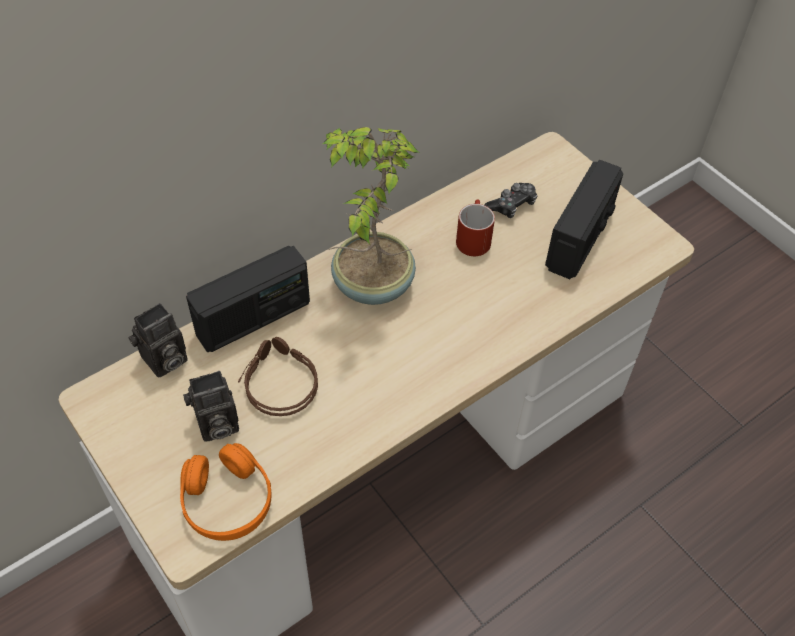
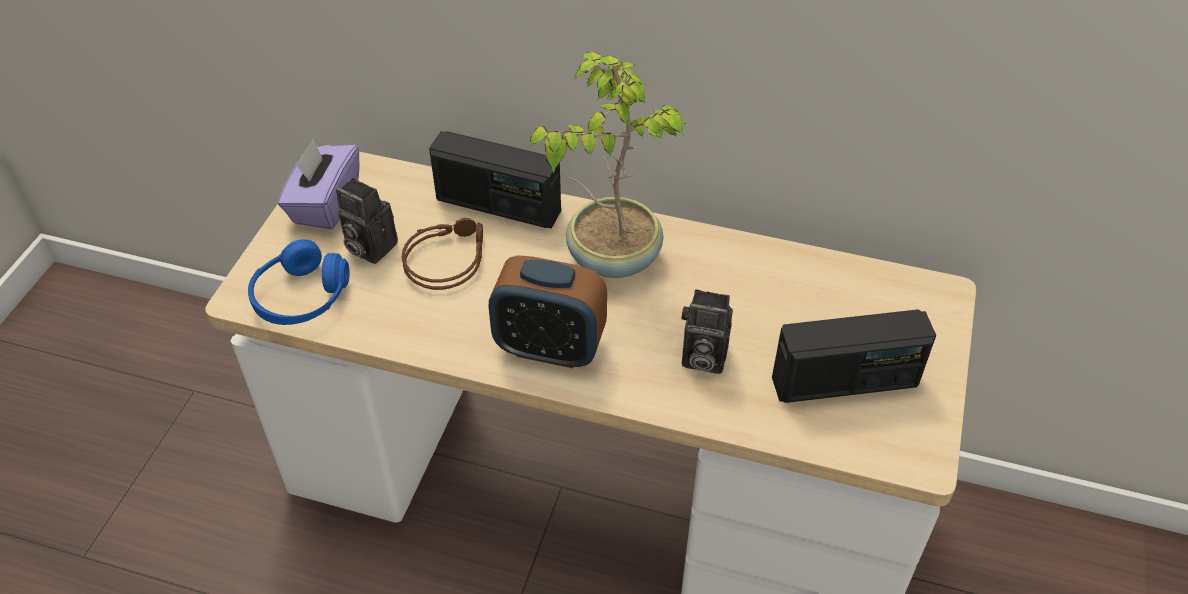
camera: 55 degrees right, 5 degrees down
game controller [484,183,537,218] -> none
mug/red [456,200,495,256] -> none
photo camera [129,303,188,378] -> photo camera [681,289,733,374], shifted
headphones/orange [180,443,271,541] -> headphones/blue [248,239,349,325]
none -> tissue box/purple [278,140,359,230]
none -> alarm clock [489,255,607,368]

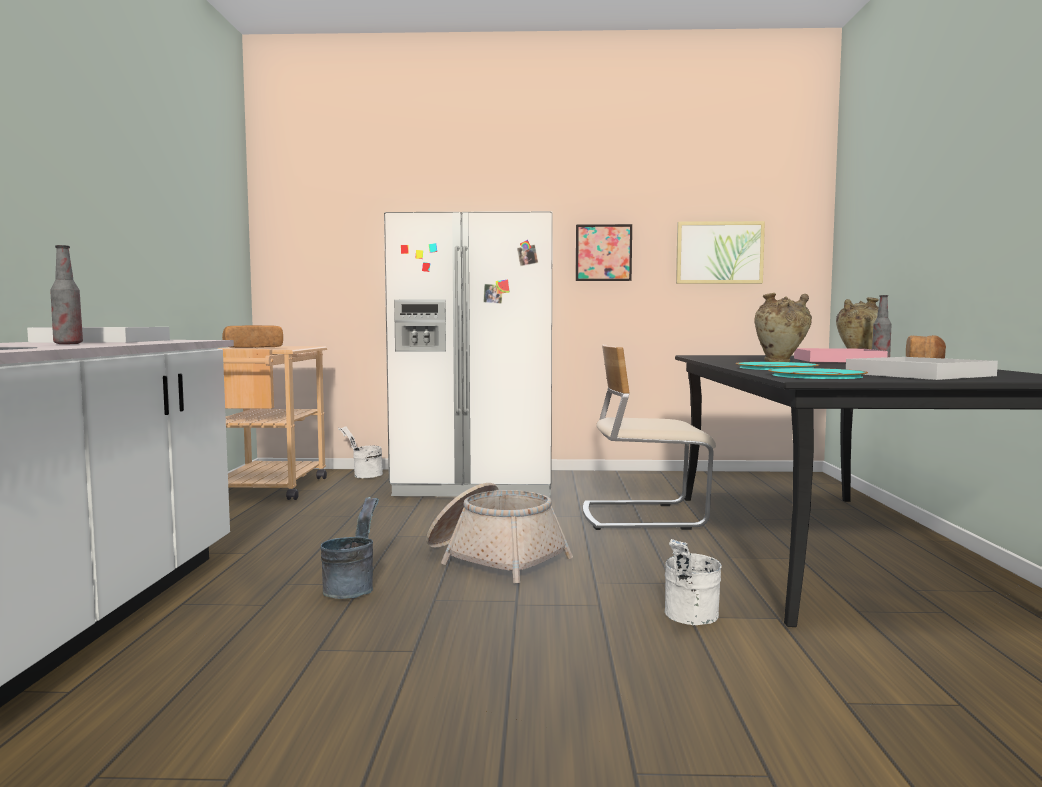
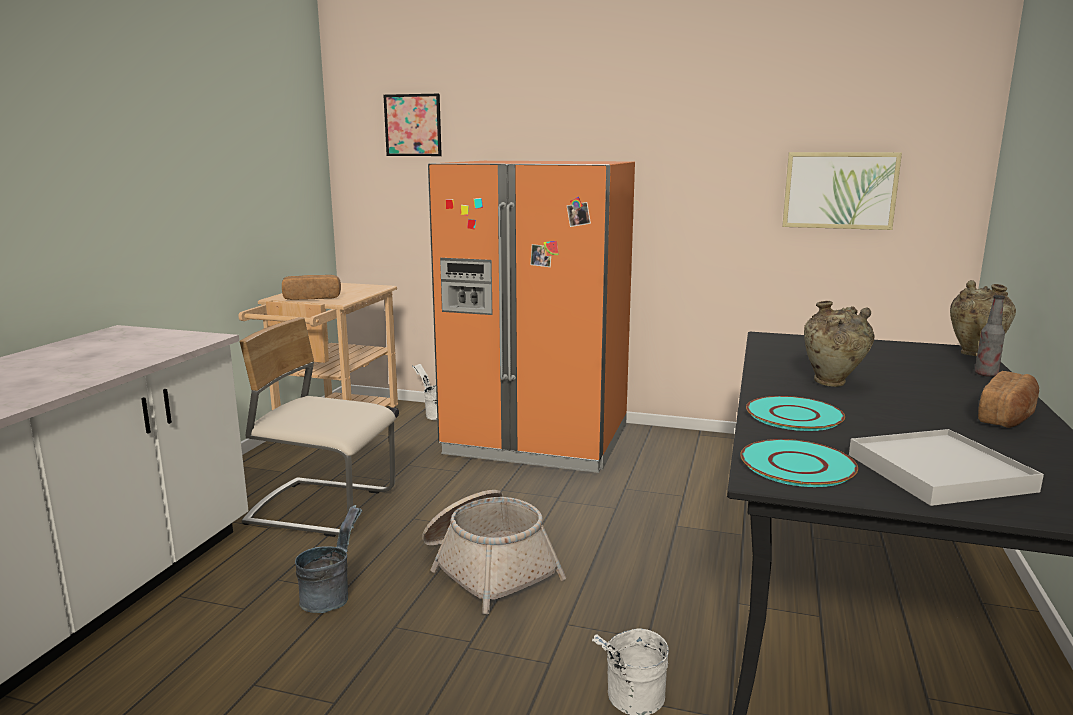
camera: 15 degrees right, 10 degrees up
fridge/white [384,211,553,497] -> fridge/orange [428,161,635,473]
picture [576,224,632,281] -> picture [384,94,442,156], shifted
bottle [50,245,83,344] -> none
tray/white [27,327,170,343] -> none
chair/beige [583,344,716,530] -> chair/beige [240,317,396,537], shifted
tray/pink [794,348,888,362] -> none

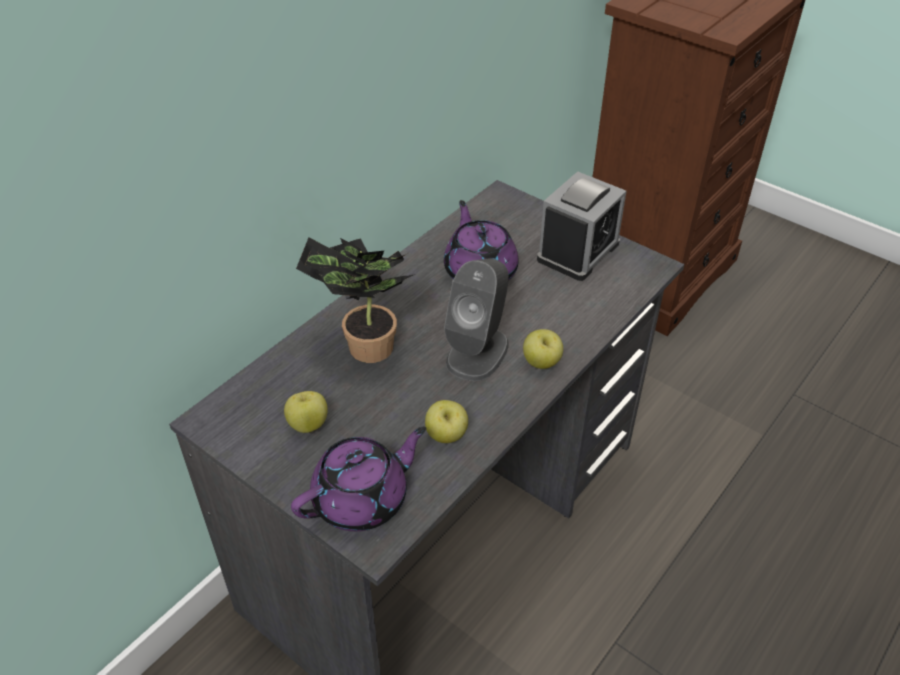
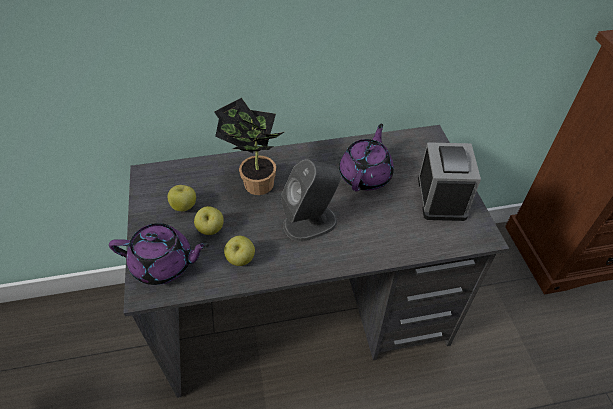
camera: 40 degrees right, 5 degrees up
alarm clock [537,171,626,281] -> alarm clock [418,142,481,221], 75 degrees counterclockwise
apple [523,329,563,369] -> apple [194,206,224,235], shifted

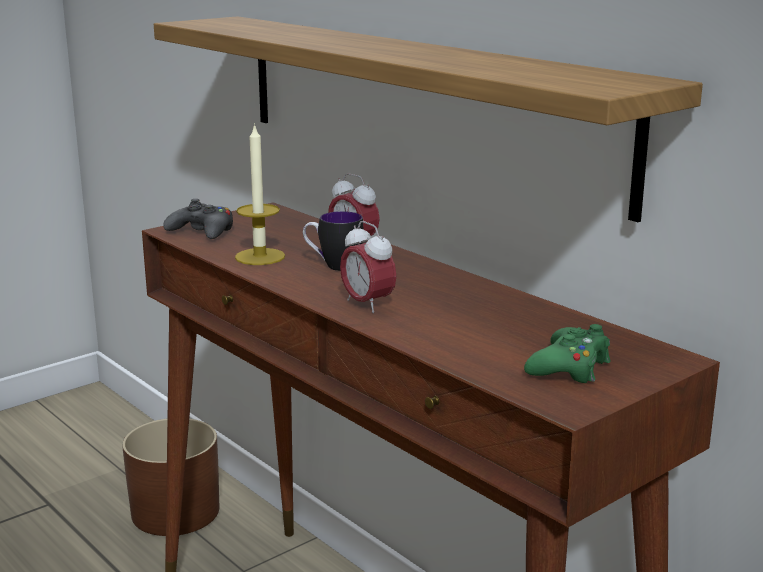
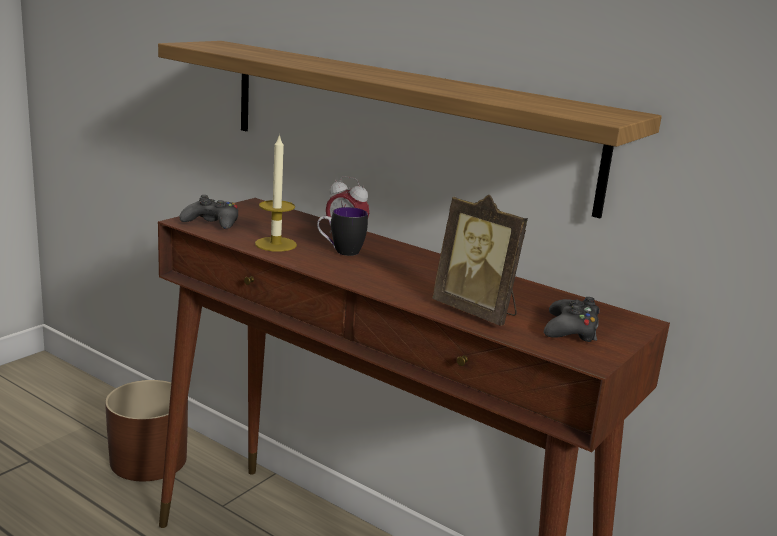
camera: 15 degrees left, 0 degrees up
alarm clock [340,221,396,313] -> none
game controller/green [524,324,611,383] -> game controller/black [544,297,600,342]
none -> picture frame [432,195,528,326]

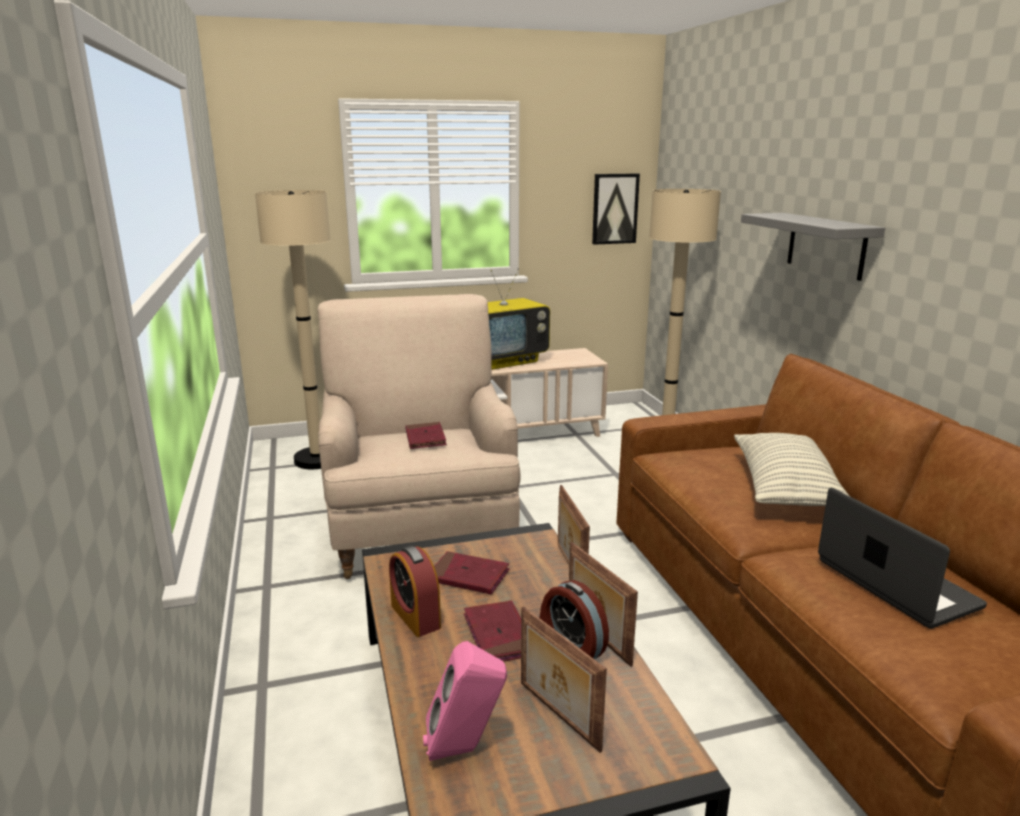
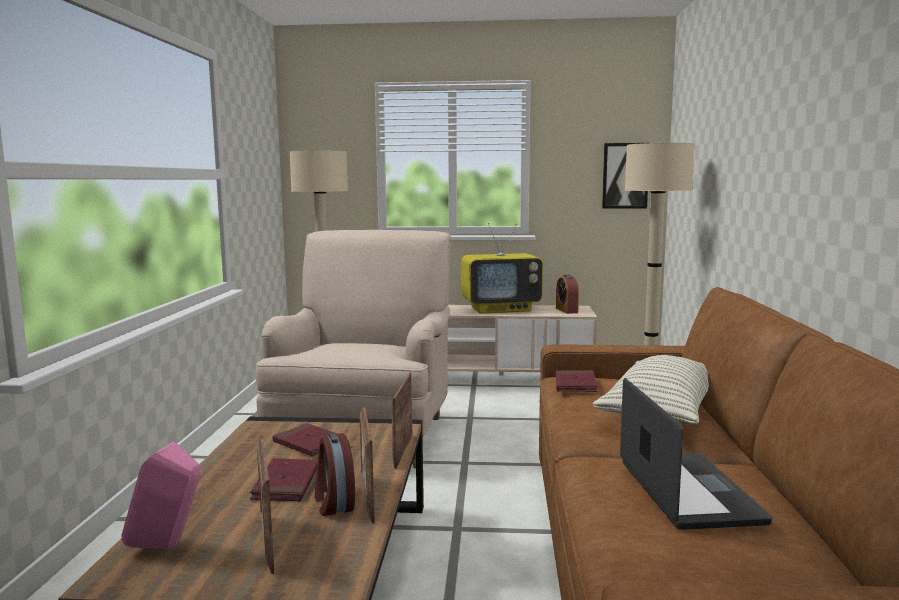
camera: 20 degrees right, 10 degrees down
shelf/grey [741,213,885,281] -> none
book/red [405,422,447,449] -> book/red [556,370,597,392], shifted
alarm clock [389,546,441,637] -> alarm clock [556,274,579,314], shifted

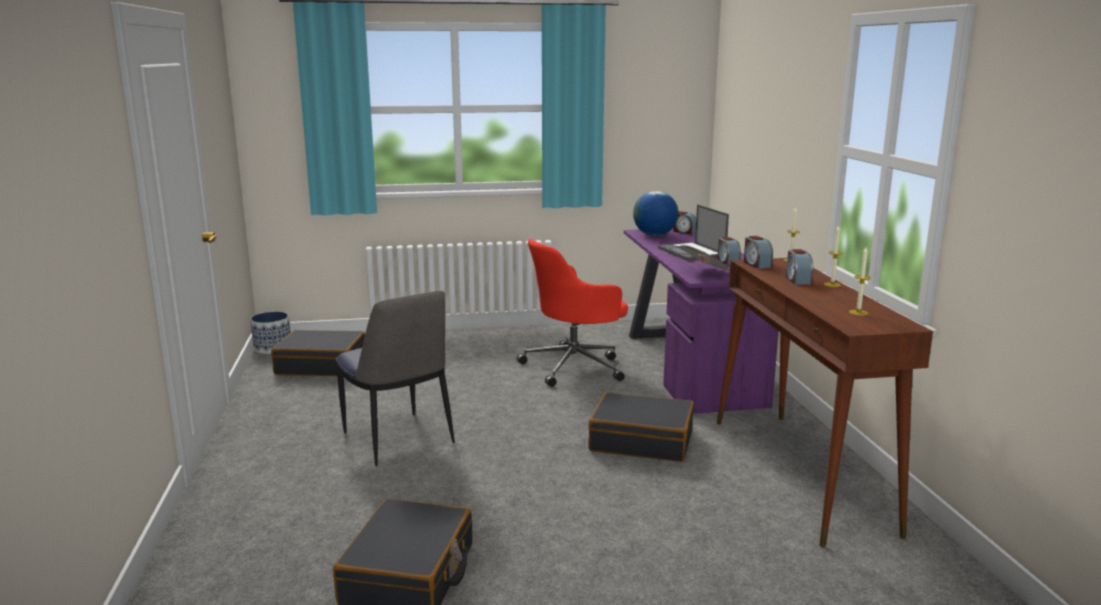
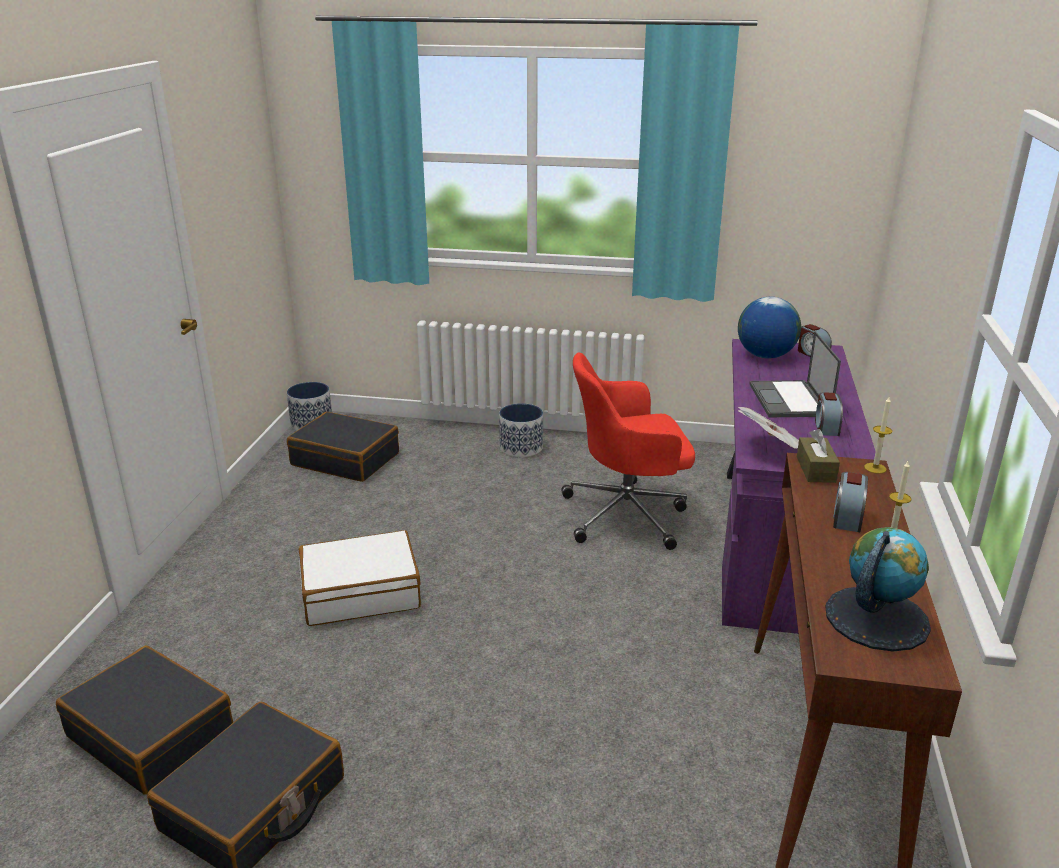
camera: 20 degrees right, 10 degrees up
alarm clock [744,236,773,269] -> tissue box/brown [797,429,840,483]
candle [849,248,871,316] -> globe [825,527,931,652]
chair [336,291,455,466] -> suitcase/white [299,530,421,626]
suitcase/black [588,392,694,462] -> suitcase/black [56,645,233,795], shifted
none -> planter [499,403,543,457]

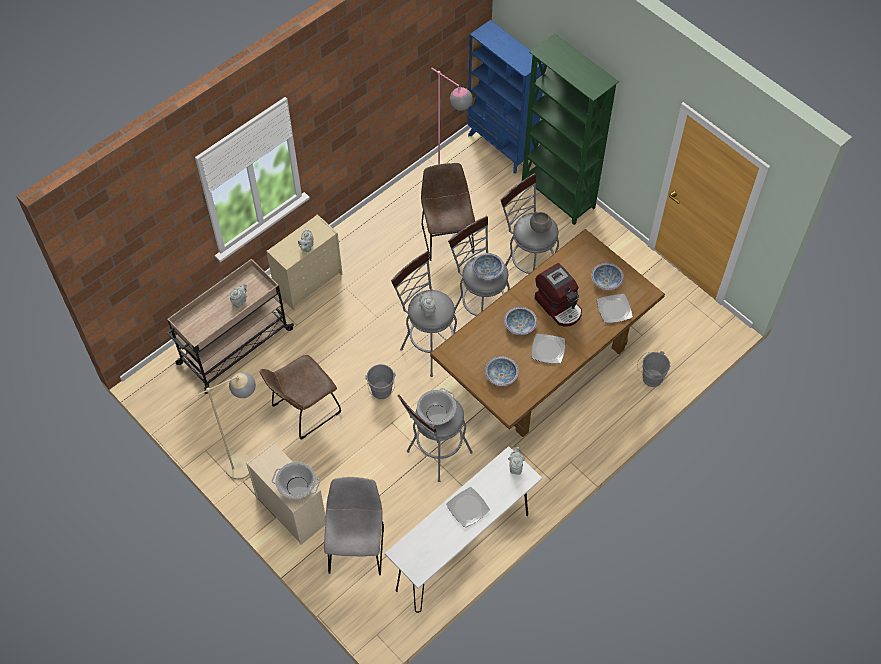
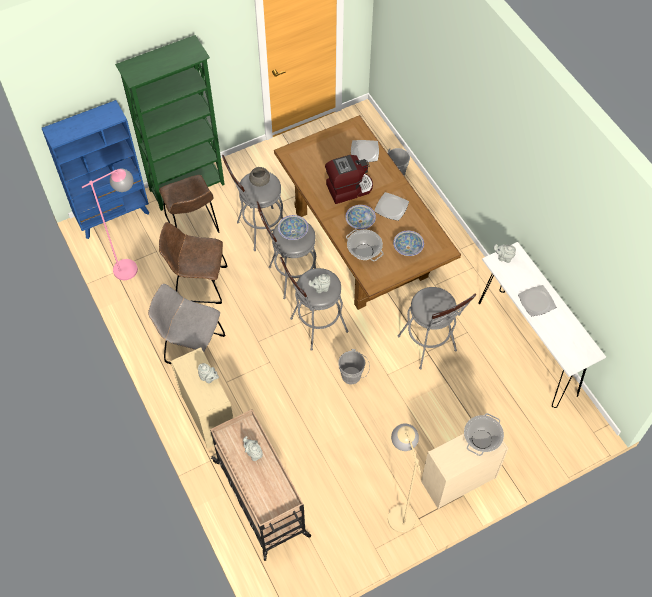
camera: 75 degrees left, 0 degrees up
bowl [592,263,624,290] -> none
chair/brown [260,355,341,440] -> chair/brown [159,175,220,233], shifted
cooking pot [417,388,456,427] -> cooking pot [346,229,384,261], shifted
chair/grey [324,477,384,575] -> chair/grey [148,284,225,364], shifted

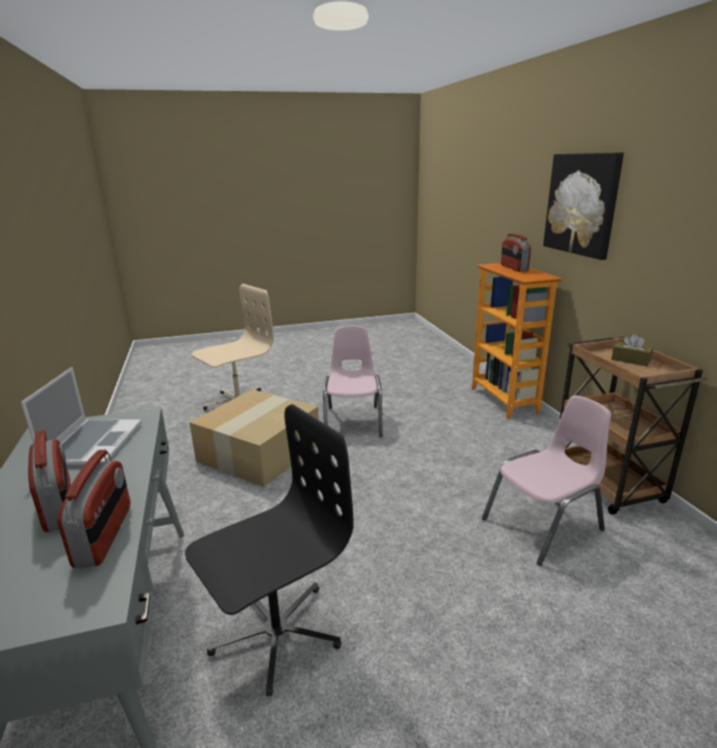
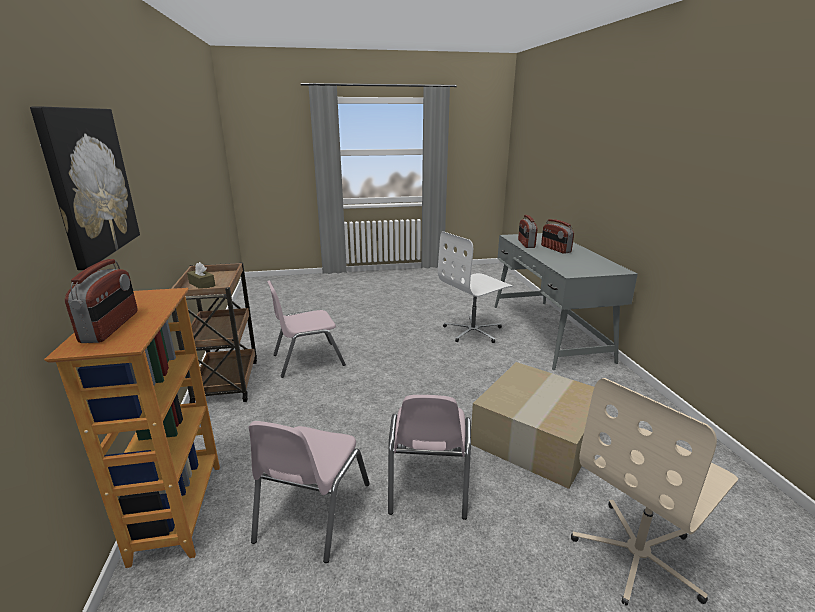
camera: 175 degrees left, 0 degrees up
laptop [21,367,142,465] -> none
office chair/black [185,404,354,696] -> office chair/white [438,231,512,343]
none -> chair/pink [249,421,370,563]

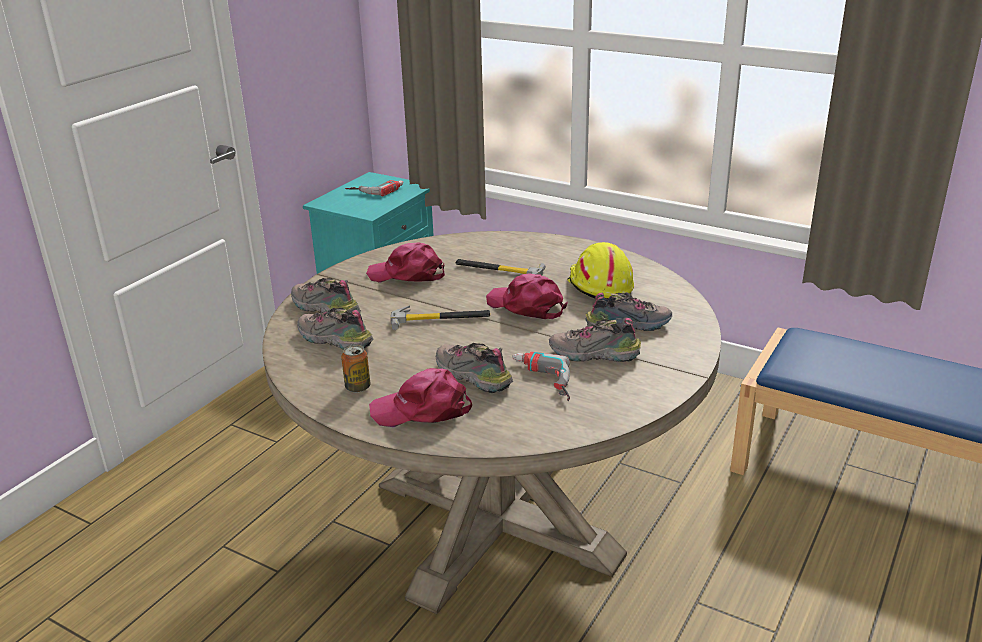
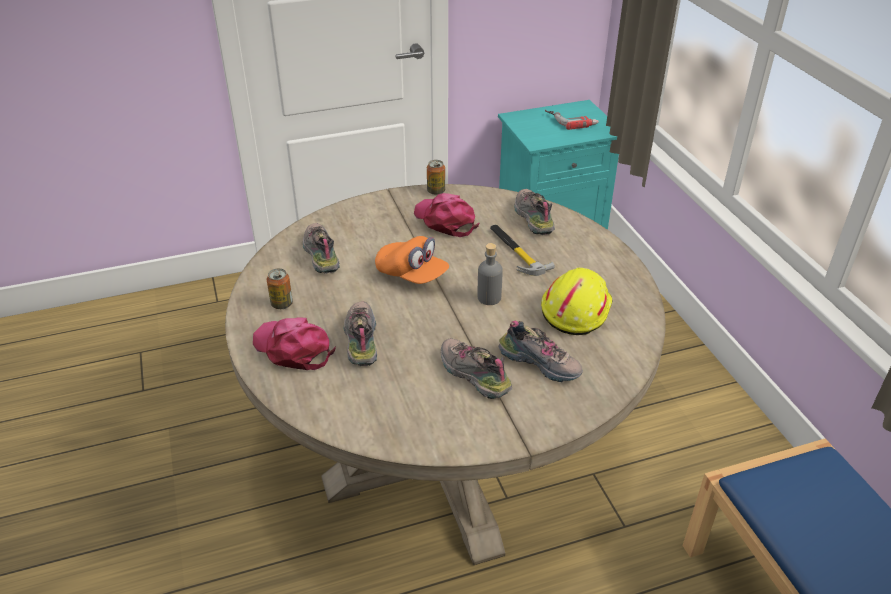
camera: 40 degrees right, 10 degrees up
cap/pink [486,273,568,319] -> bottle/grey [478,243,503,305]
shoe [291,278,360,313] -> shoe [514,189,555,235], shifted
hammer [390,305,490,330] -> cap/orange [375,236,449,284]
power drill [512,351,570,401] -> none
none -> can [427,160,445,195]

